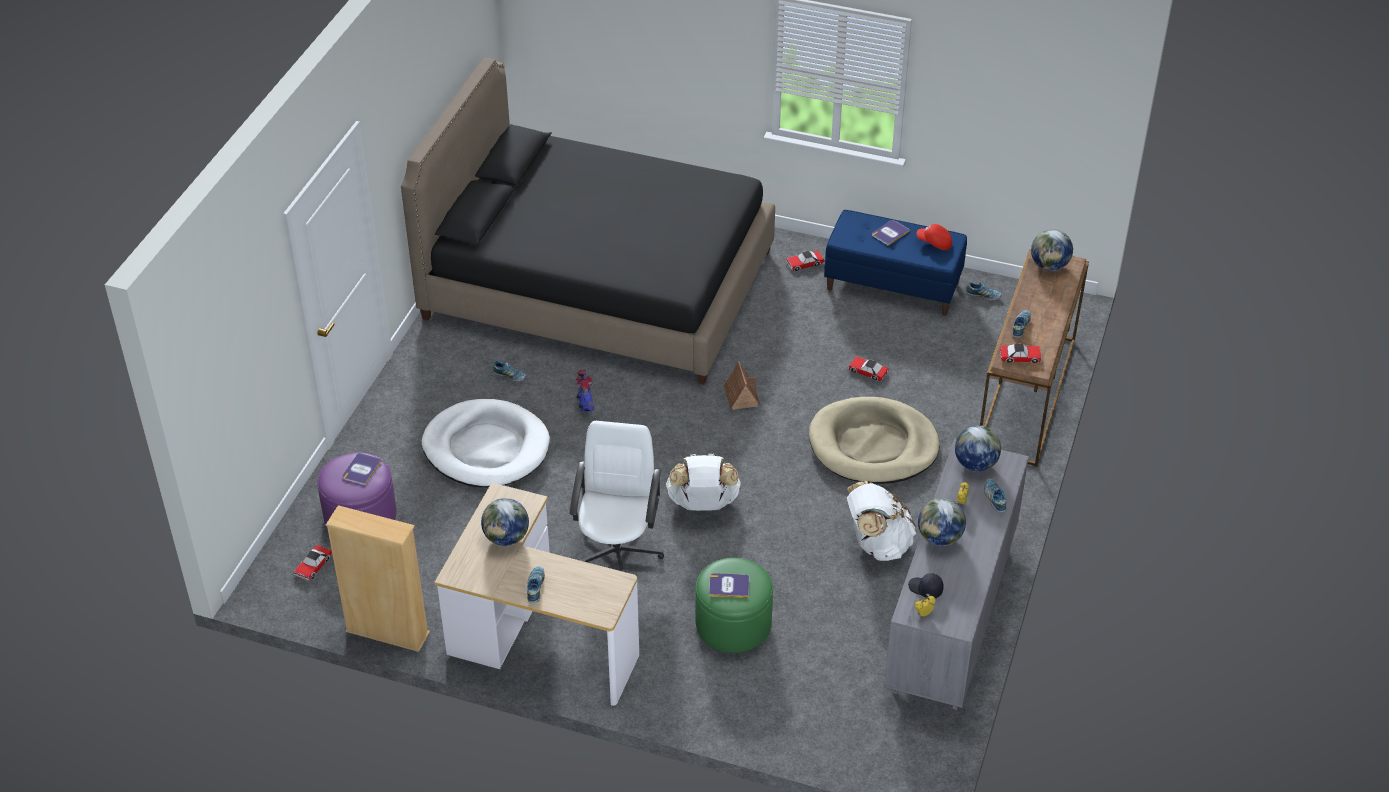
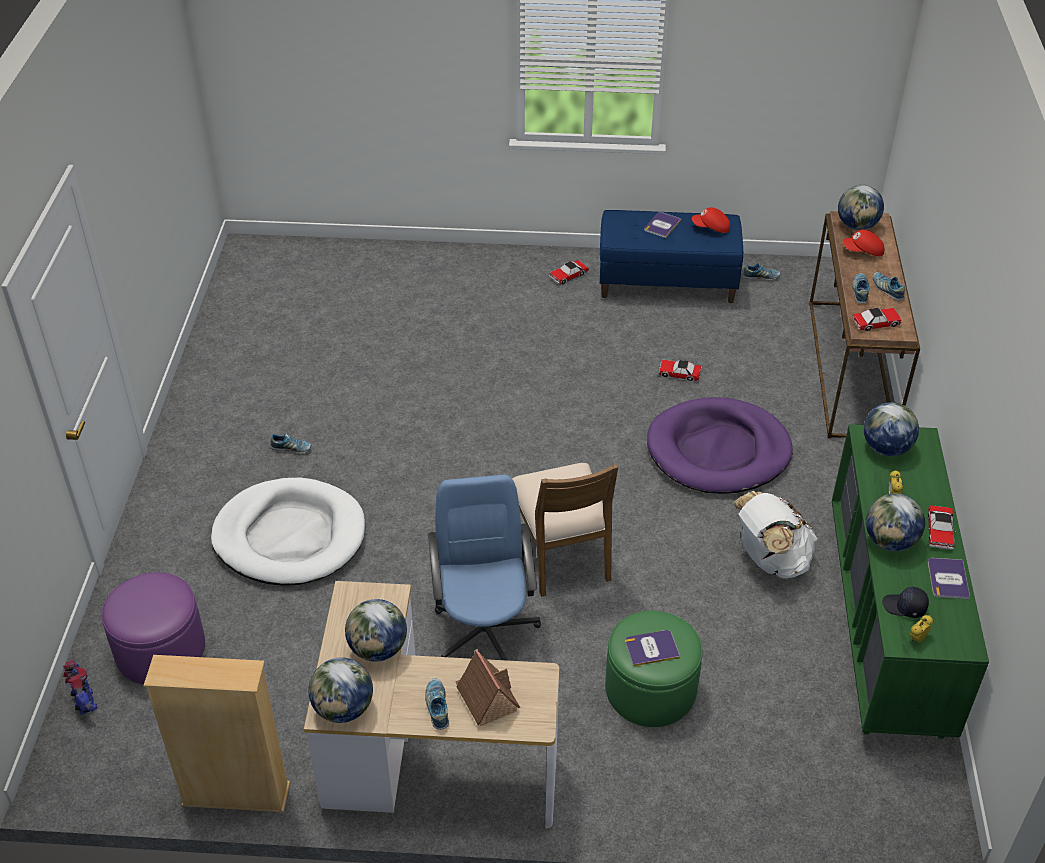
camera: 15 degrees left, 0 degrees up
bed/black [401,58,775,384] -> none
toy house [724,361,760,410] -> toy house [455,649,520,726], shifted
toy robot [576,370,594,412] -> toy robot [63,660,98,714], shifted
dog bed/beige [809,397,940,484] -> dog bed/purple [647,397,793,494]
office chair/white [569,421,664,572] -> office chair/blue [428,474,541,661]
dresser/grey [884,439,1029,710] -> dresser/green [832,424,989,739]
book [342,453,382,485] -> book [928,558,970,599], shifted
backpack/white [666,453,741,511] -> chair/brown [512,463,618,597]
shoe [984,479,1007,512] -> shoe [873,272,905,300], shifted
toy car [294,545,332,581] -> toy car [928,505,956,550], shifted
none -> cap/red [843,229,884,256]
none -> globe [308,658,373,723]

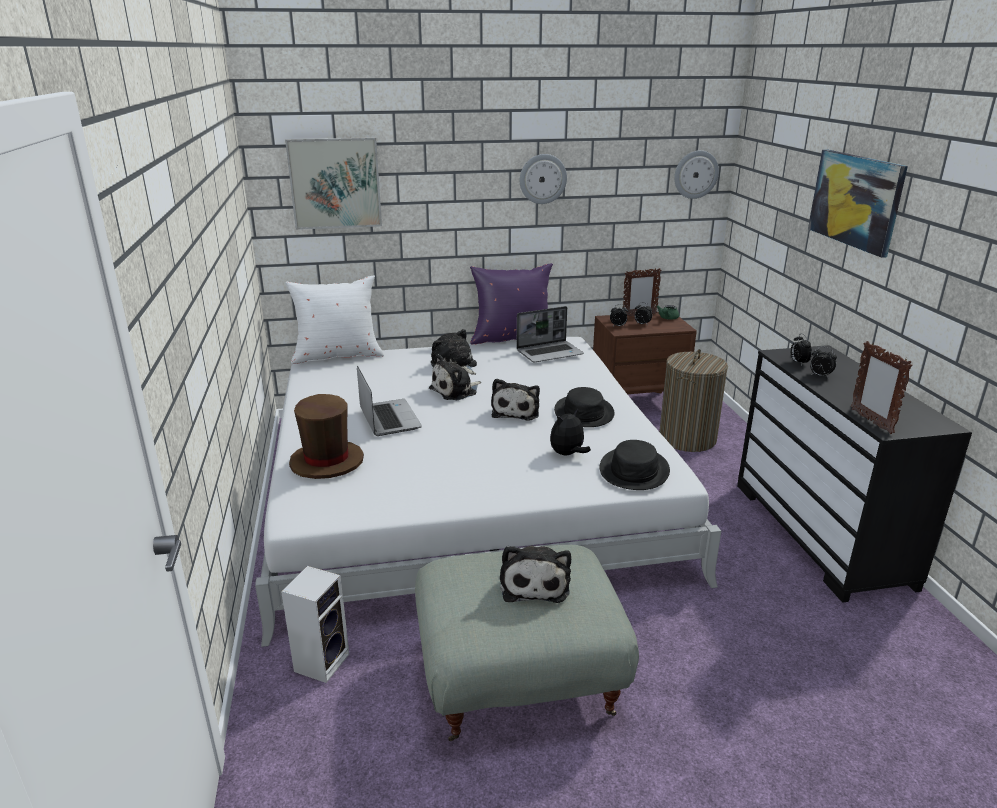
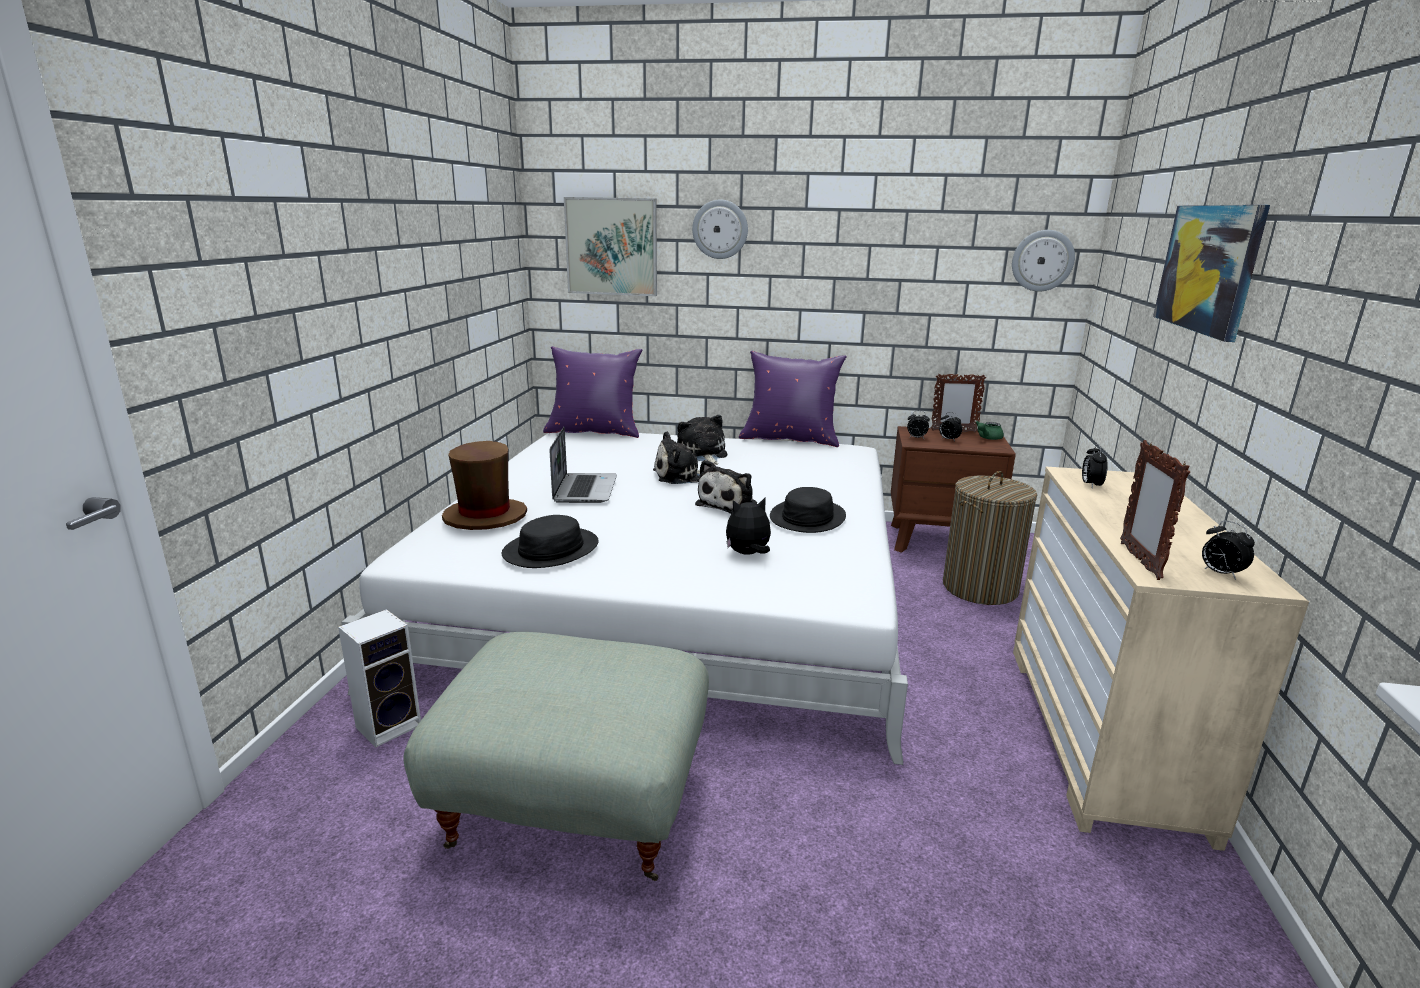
camera: 20 degrees right, 5 degrees down
wall clock [520,154,567,204] -> wall clock [692,200,748,259], shifted
pillow/white [285,275,384,364] -> pillow/purple [543,346,643,438]
laptop [516,306,584,363] -> none
dresser/black [737,345,972,603] -> dresser/beige [1013,467,1309,851]
alarm clock [810,346,837,379] -> alarm clock [1202,521,1255,580], shifted
hat/black [600,440,670,490] -> hat/black [502,515,599,568], shifted
plush toy [500,545,571,603] -> none

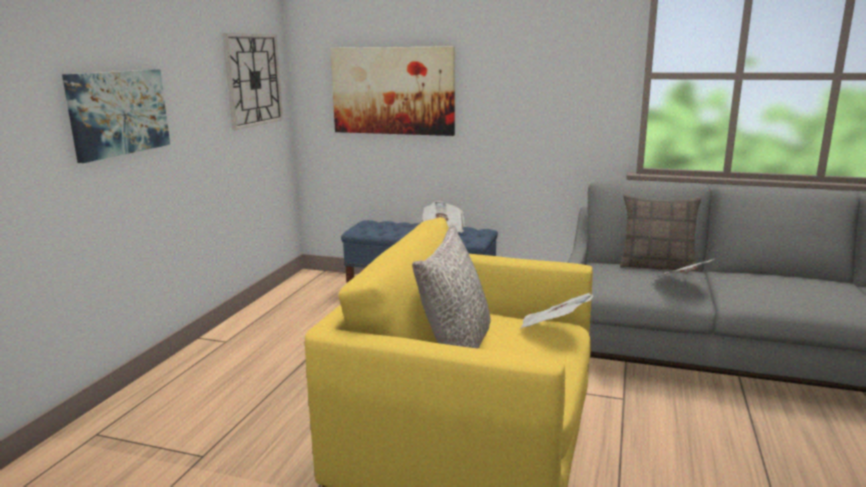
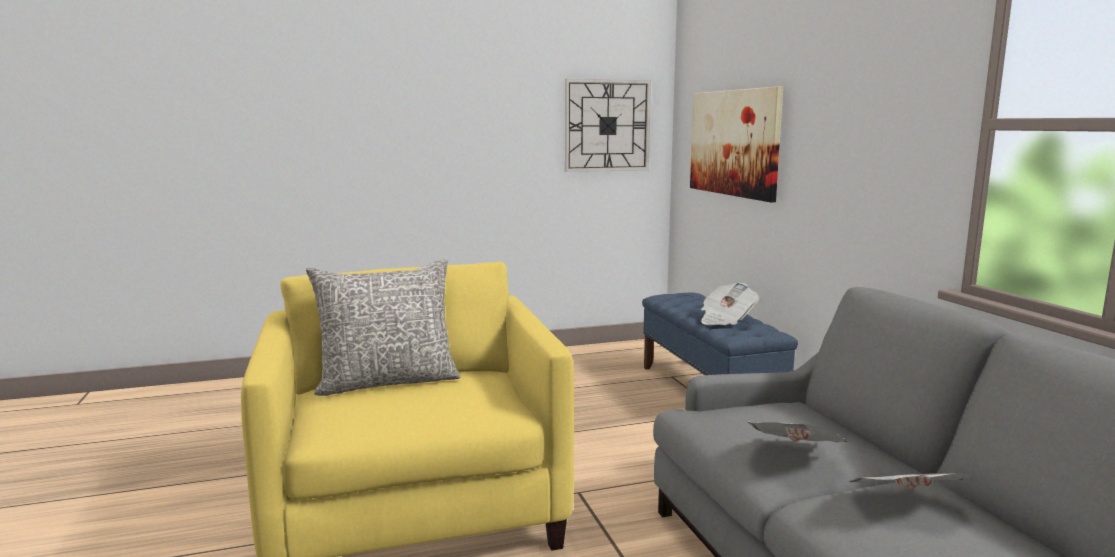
camera: 55 degrees right, 5 degrees down
picture [62,69,170,163] -> none
pillow [620,195,701,272] -> none
newspaper [519,293,593,329] -> newspaper [850,473,973,490], shifted

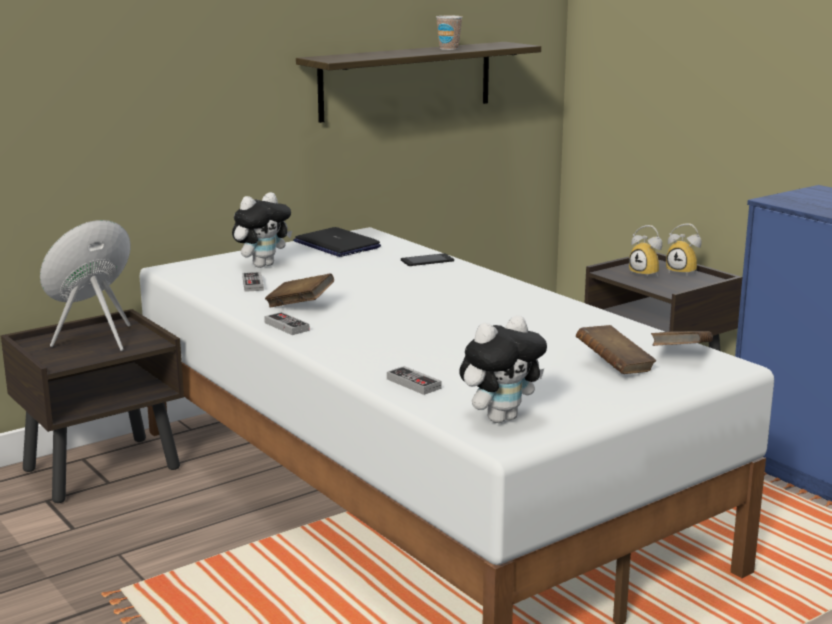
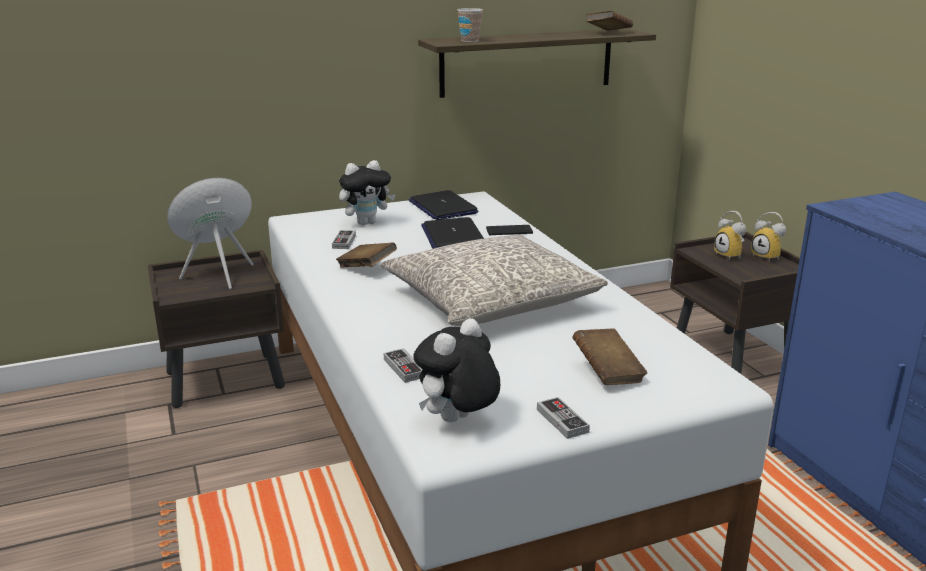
camera: 15 degrees right, 5 degrees up
cup [436,16,463,50] -> cup [457,8,483,42], shifted
game controller [264,312,310,335] -> game controller [537,397,590,439], shifted
plush toy [459,316,547,423] -> plush toy [413,318,500,422], 150 degrees clockwise
book/brown [651,331,713,346] -> book/brown [586,11,633,31], shifted
none -> laptop [421,217,484,249]
none -> pillow/grey [381,235,608,326]

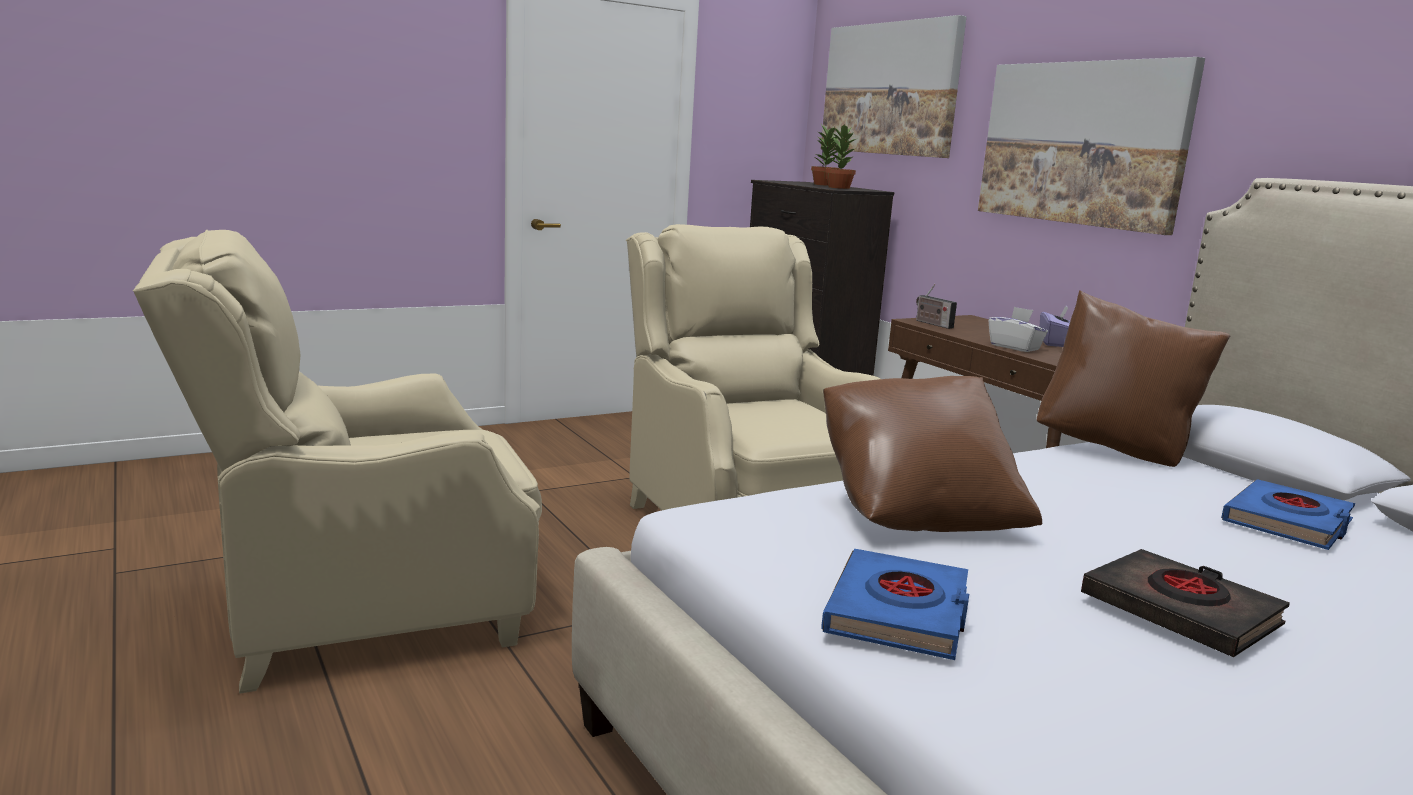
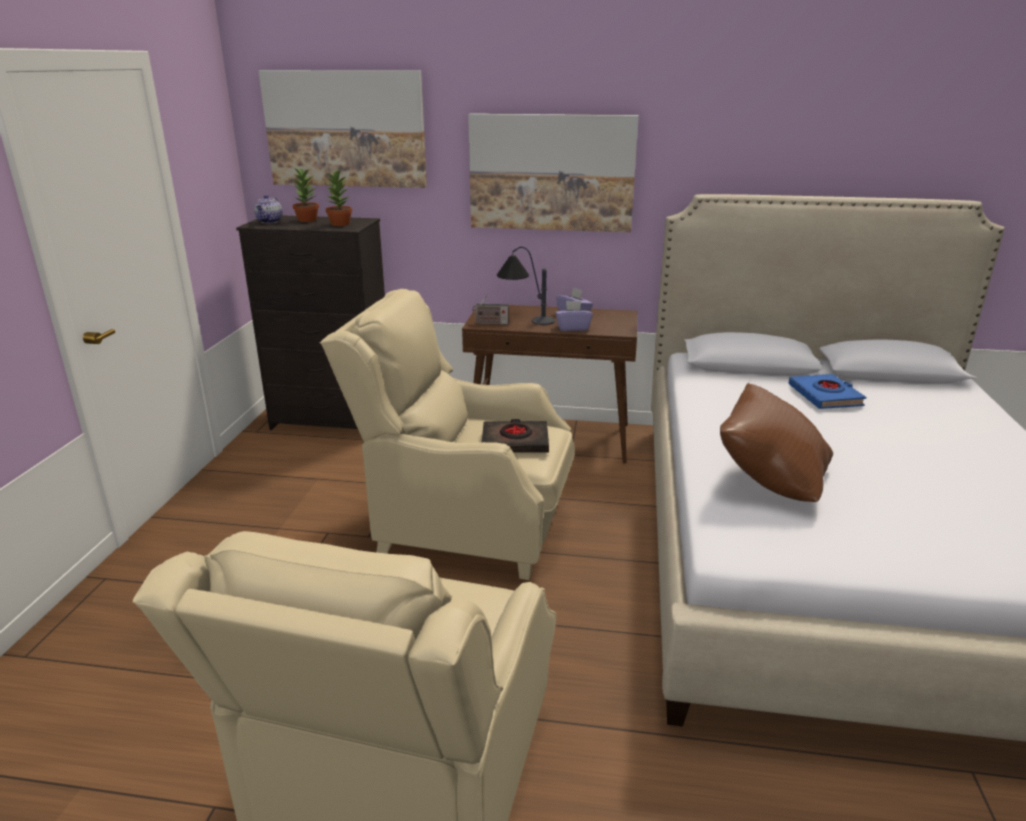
camera: 50 degrees left, 10 degrees up
pillow/brown [1037,290,1231,467] -> none
tissue box/white [988,306,1048,352] -> tissue box/purple [555,301,593,331]
book/blue [821,549,969,660] -> none
book/black [1081,549,1290,657] -> book/black [482,419,549,453], shifted
none -> teapot [254,195,283,223]
none -> table lamp [497,247,555,325]

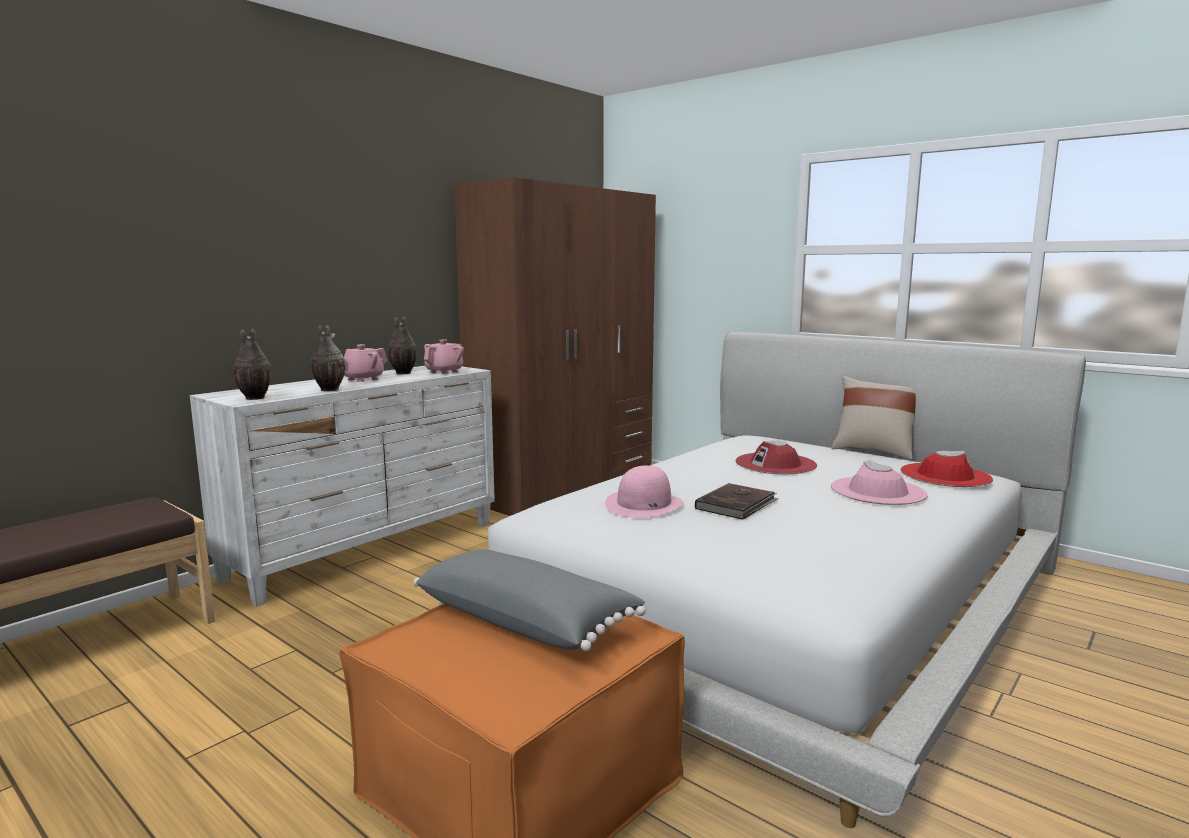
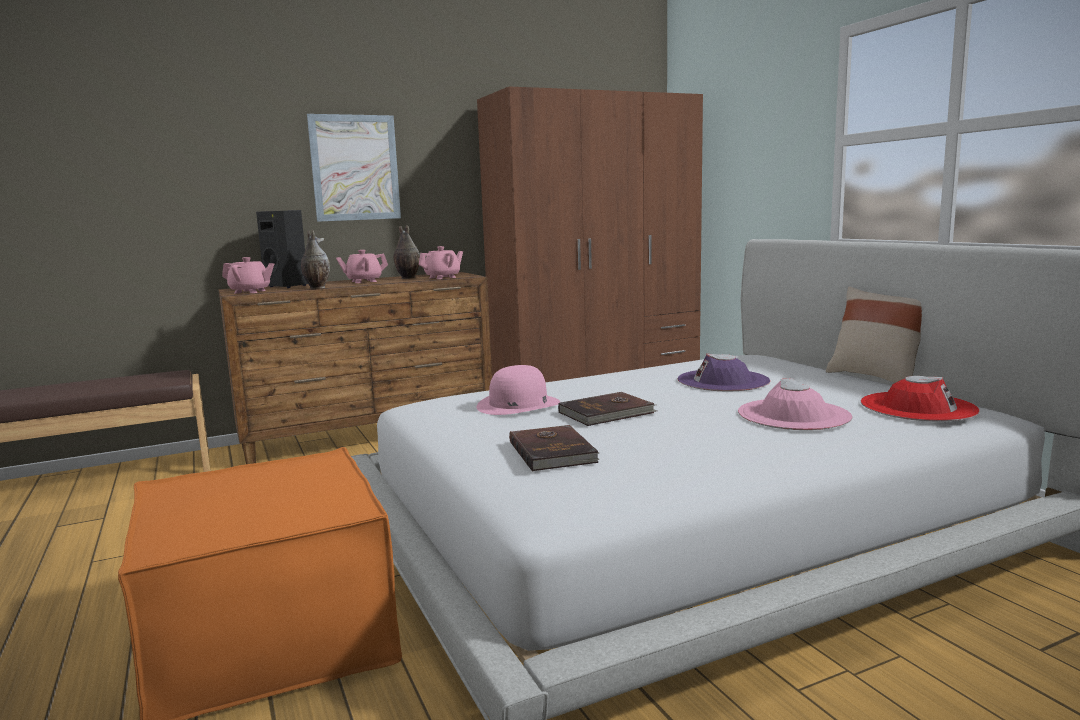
camera: 25 degrees right, 0 degrees up
vase [233,328,272,400] -> teapot/pink [222,257,274,294]
dresser/white [190,366,495,607] -> dresser/brown [218,272,492,464]
hat/red [735,440,817,474] -> hat/purple [678,354,770,391]
pillow/grey [413,549,646,651] -> none
none -> picture [307,114,401,222]
none -> speaker/black [256,210,308,288]
none -> book/brown [509,425,600,472]

